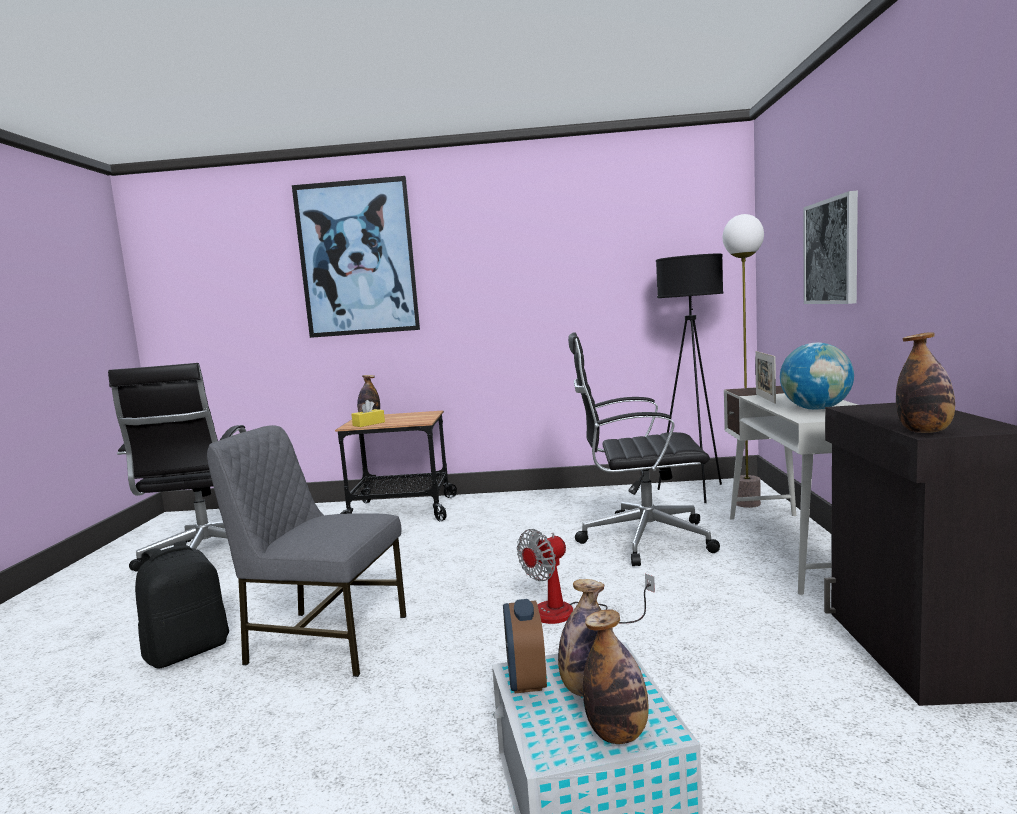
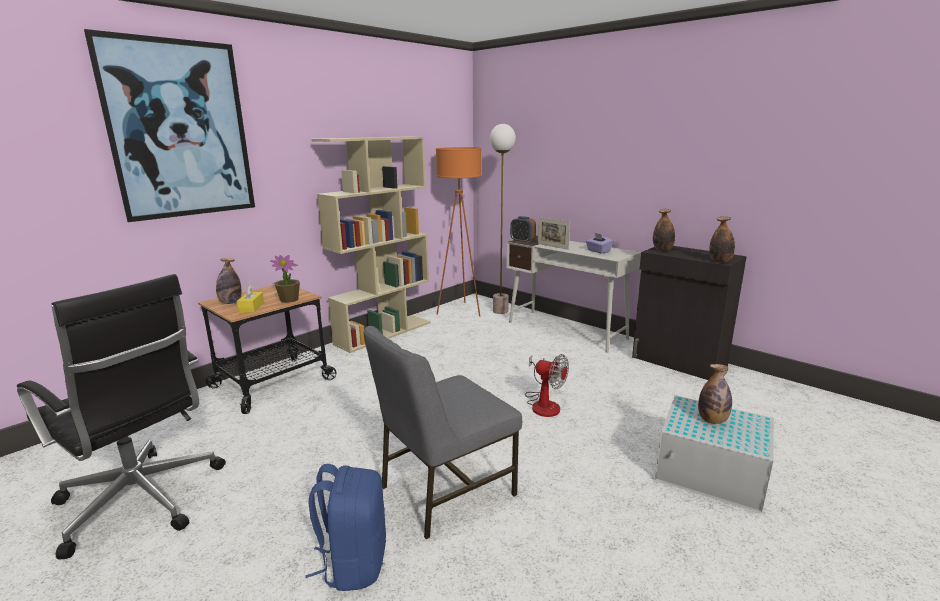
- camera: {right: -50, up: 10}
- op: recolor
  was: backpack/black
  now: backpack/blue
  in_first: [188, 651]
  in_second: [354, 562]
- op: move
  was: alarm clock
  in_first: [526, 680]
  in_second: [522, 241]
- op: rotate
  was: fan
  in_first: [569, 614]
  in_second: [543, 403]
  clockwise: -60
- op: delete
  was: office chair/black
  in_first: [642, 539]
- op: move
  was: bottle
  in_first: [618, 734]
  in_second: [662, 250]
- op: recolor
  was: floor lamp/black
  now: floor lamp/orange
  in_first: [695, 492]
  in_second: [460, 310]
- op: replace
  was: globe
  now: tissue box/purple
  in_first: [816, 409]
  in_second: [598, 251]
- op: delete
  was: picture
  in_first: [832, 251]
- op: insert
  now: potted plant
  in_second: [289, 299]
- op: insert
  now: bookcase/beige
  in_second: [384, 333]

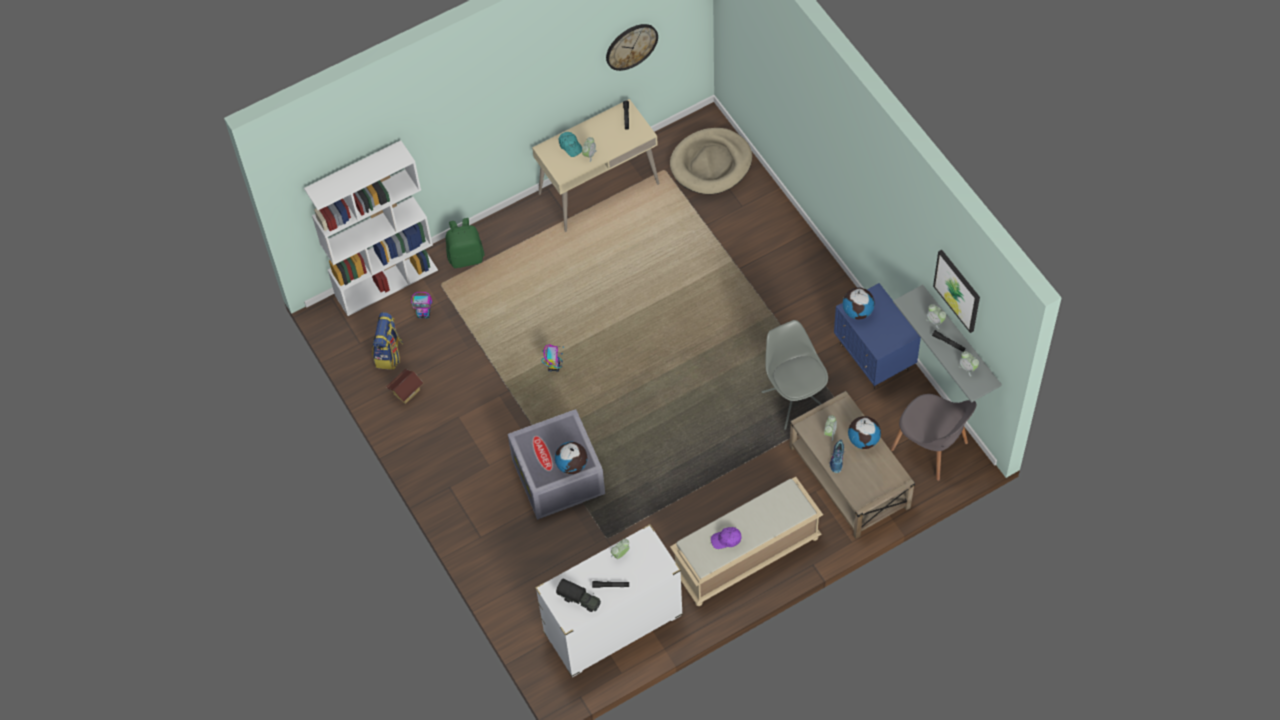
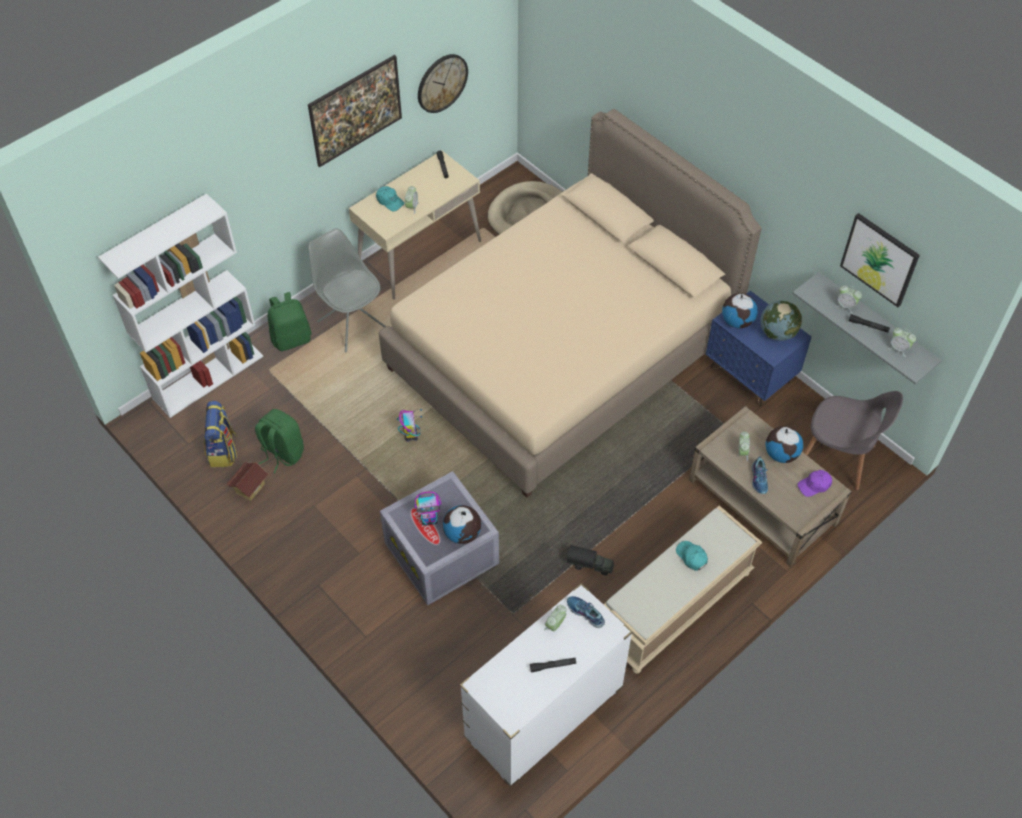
- camera: {right: -15, up: -5}
- op: move
  was: toy robot
  in_first: [424, 314]
  in_second: [429, 519]
- op: move
  was: toy truck
  in_first: [579, 599]
  in_second: [590, 565]
- op: move
  was: cap/purple
  in_first: [726, 540]
  in_second: [814, 485]
- op: move
  was: chair/grey
  in_first: [794, 400]
  in_second: [351, 324]
- op: insert
  now: backpack/green
  in_second: [282, 453]
- op: insert
  now: picture
  in_second: [357, 126]
- op: insert
  now: bed/beige
  in_second: [561, 352]
- op: insert
  now: shoe
  in_second: [585, 613]
- op: insert
  now: cap/turquoise
  in_second: [691, 557]
- op: insert
  now: globe
  in_second: [777, 333]

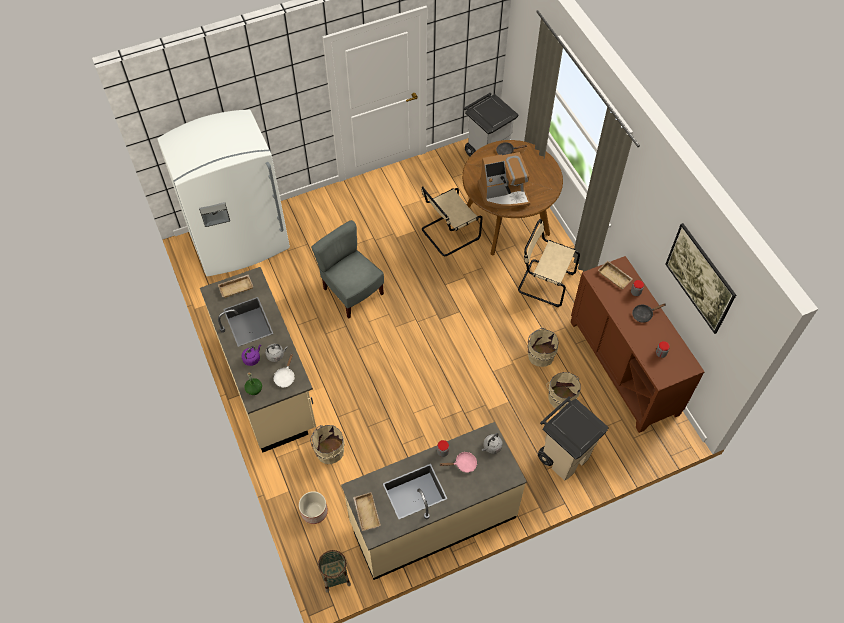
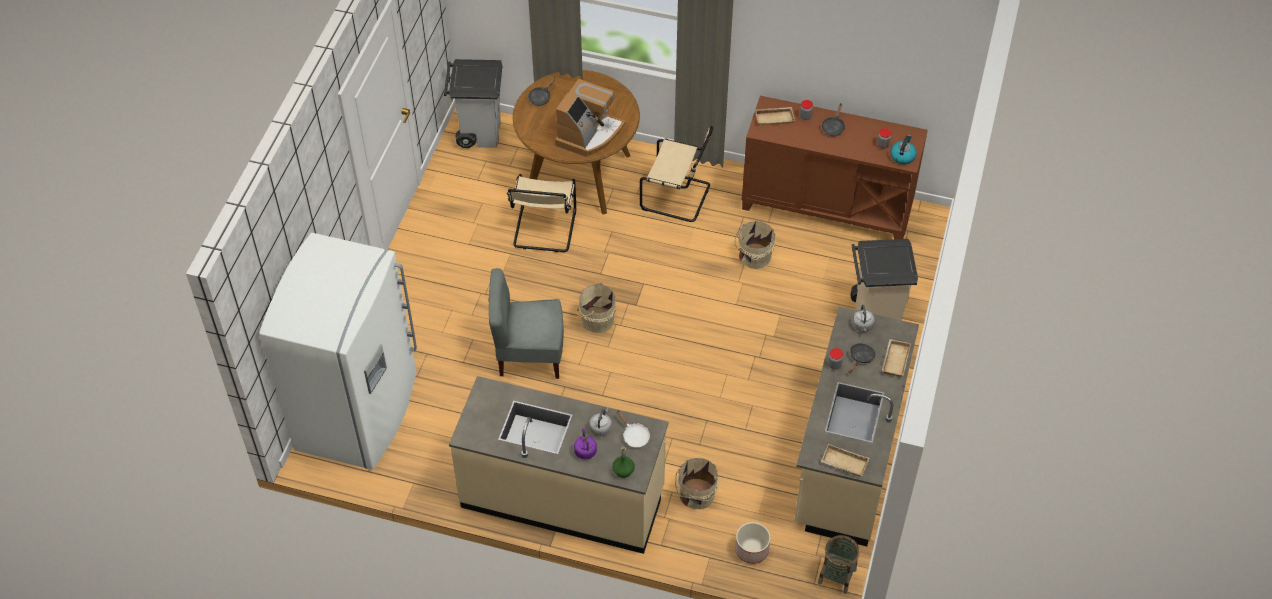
- camera: {right: -50, up: -5}
- op: move
  was: tray/beige
  in_first: [236, 287]
  in_second: [894, 359]
- op: recolor
  was: frying pan/pink
  now: frying pan/black
  in_first: [463, 464]
  in_second: [860, 358]
- op: rotate
  was: chair/beige
  in_first: [543, 282]
  in_second: [678, 197]
  clockwise: -135
- op: move
  was: bucket/beige
  in_first: [561, 397]
  in_second: [596, 319]
- op: delete
  was: picture
  in_first: [695, 288]
- op: insert
  now: kettle
  in_second: [902, 156]

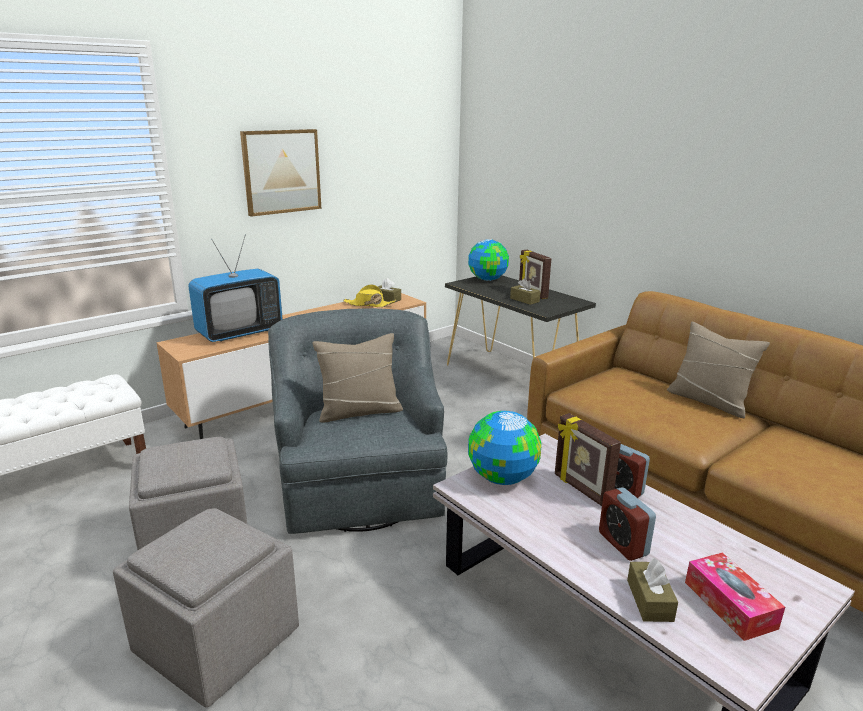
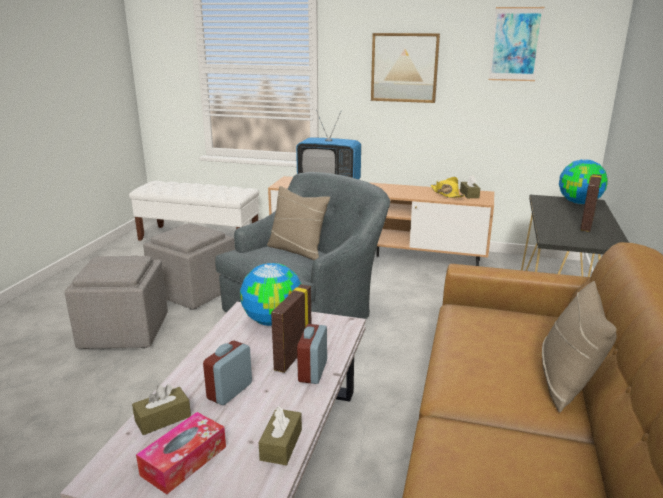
- camera: {right: 55, up: 0}
- op: move
  was: tissue box/brown
  in_first: [524, 300]
  in_second: [281, 445]
- op: insert
  now: picture
  in_second: [515, 44]

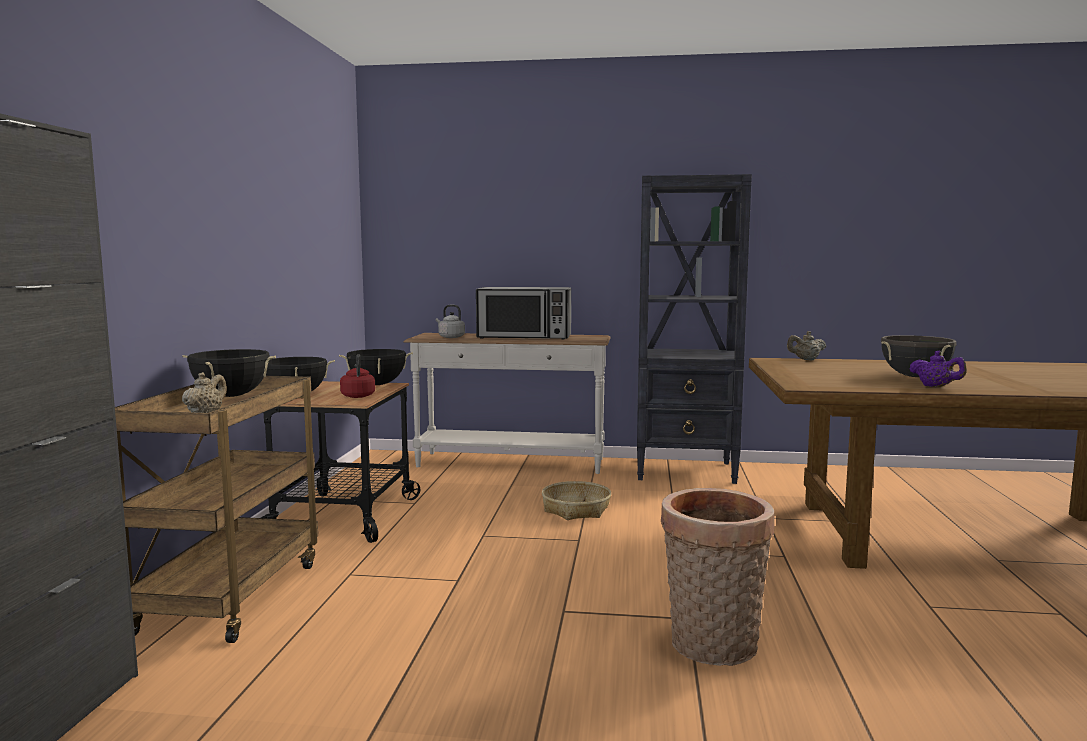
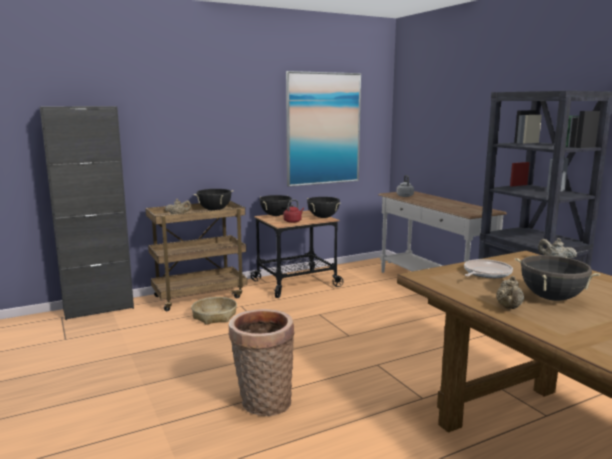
- camera: {right: 55, up: 5}
- op: delete
  was: microwave
  in_first: [524, 337]
- op: move
  was: basket
  in_first: [576, 509]
  in_second: [215, 316]
- op: recolor
  was: teapot/purple
  now: teapot/beige
  in_first: [936, 387]
  in_second: [509, 308]
- op: insert
  now: picture
  in_second: [323, 129]
- op: insert
  now: frying pan
  in_second: [485, 273]

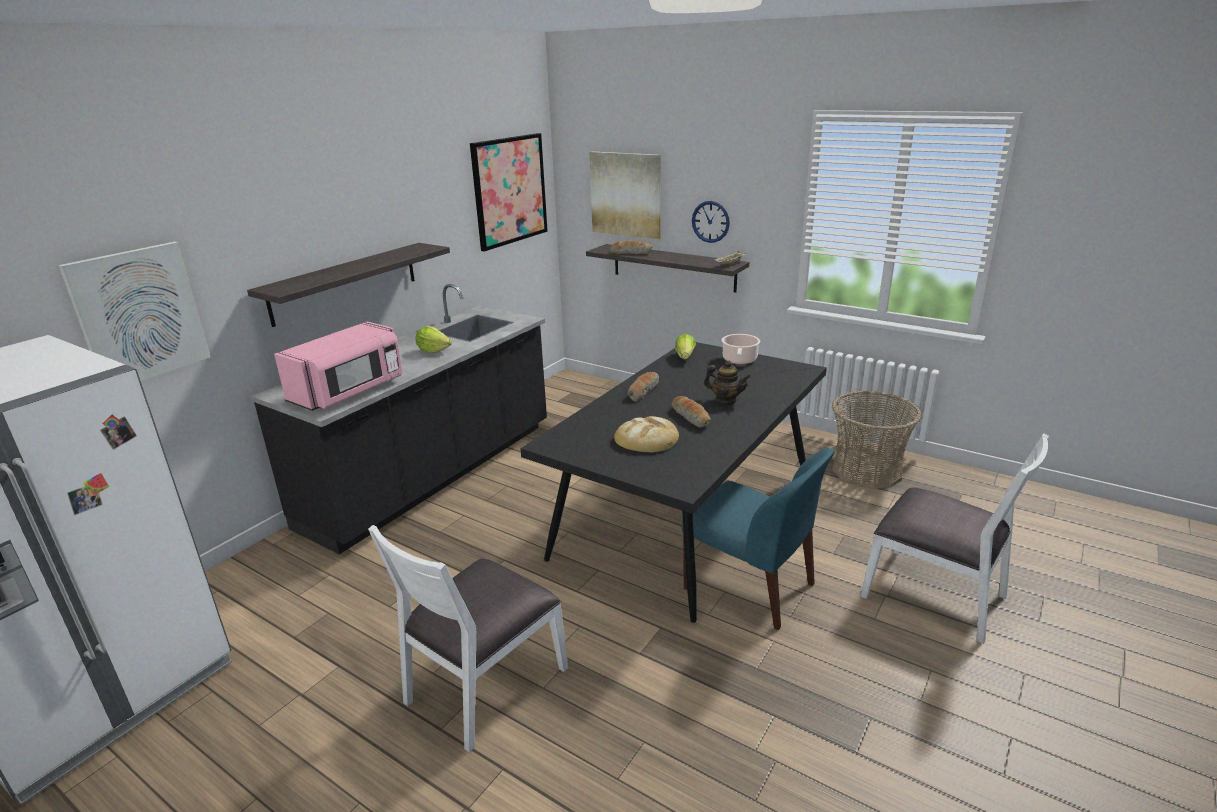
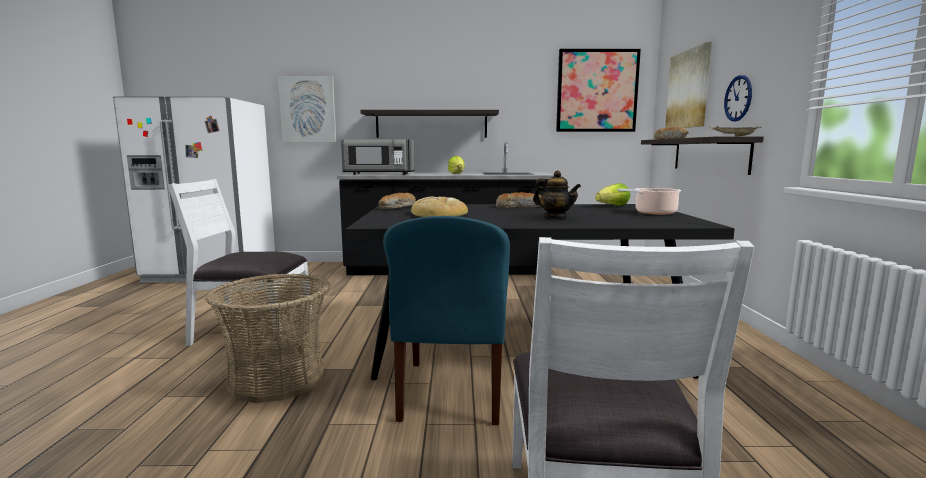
- camera: {right: 55, up: -15}
- op: recolor
  was: microwave/pink
  now: microwave/grey
  in_first: [349, 391]
  in_second: [378, 174]
- op: move
  was: bread
  in_first: [691, 417]
  in_second: [398, 207]
- op: rotate
  was: teapot
  in_first: [726, 400]
  in_second: [555, 217]
  clockwise: -45
- op: move
  was: basket
  in_first: [866, 470]
  in_second: [277, 379]

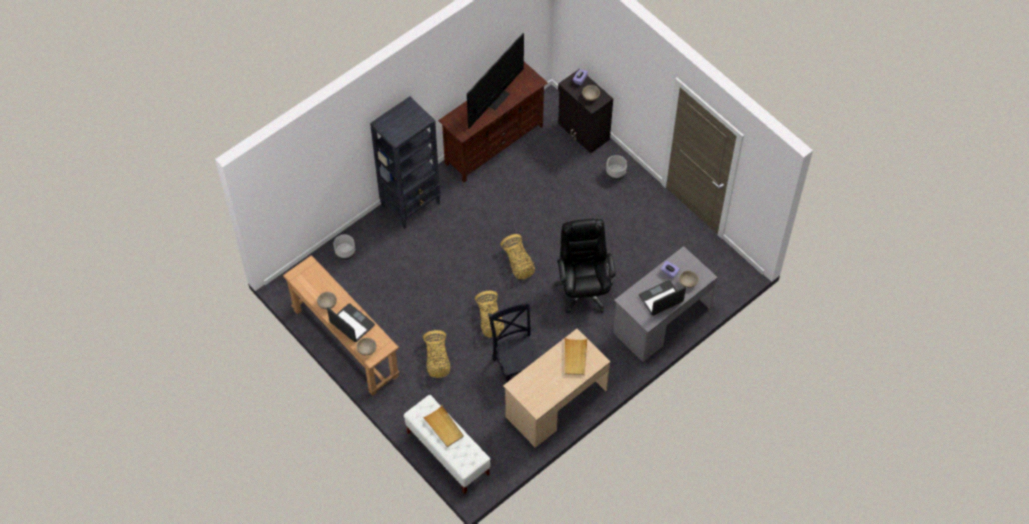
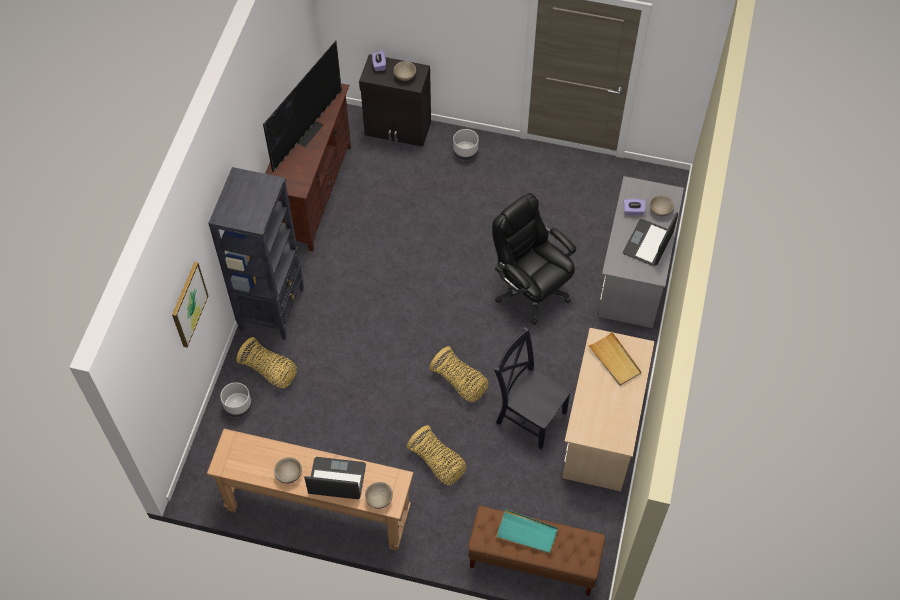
- camera: {right: -35, up: 0}
- op: recolor
  was: bench/white
  now: bench/brown
  in_first: [447, 453]
  in_second: [533, 561]
- op: recolor
  was: tray/beige
  now: tray/turquoise
  in_first: [444, 427]
  in_second: [527, 533]
- op: rotate
  was: television
  in_first: [496, 99]
  in_second: [307, 131]
  clockwise: -150
- op: move
  was: basket
  in_first: [518, 263]
  in_second: [270, 371]
- op: insert
  now: picture
  in_second: [188, 304]

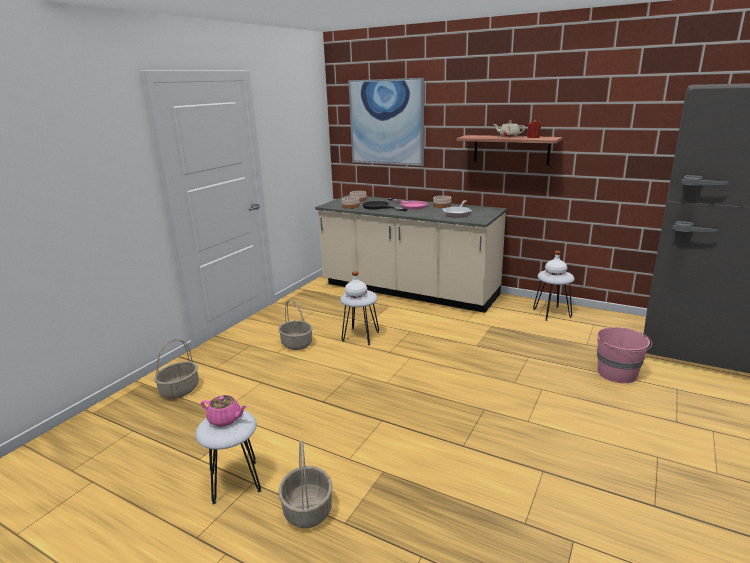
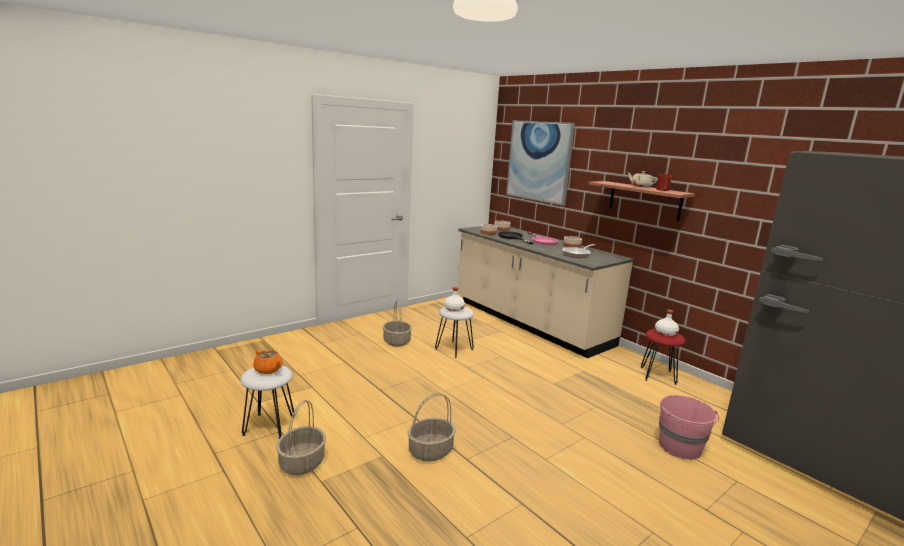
- camera: {right: 20, up: -5}
- op: move
  was: basket
  in_first: [179, 390]
  in_second: [430, 451]
- op: recolor
  was: teapot/pink
  now: teapot/orange
  in_first: [225, 419]
  in_second: [268, 370]
- op: recolor
  was: stool/white
  now: stool/red
  in_first: [551, 313]
  in_second: [657, 375]

